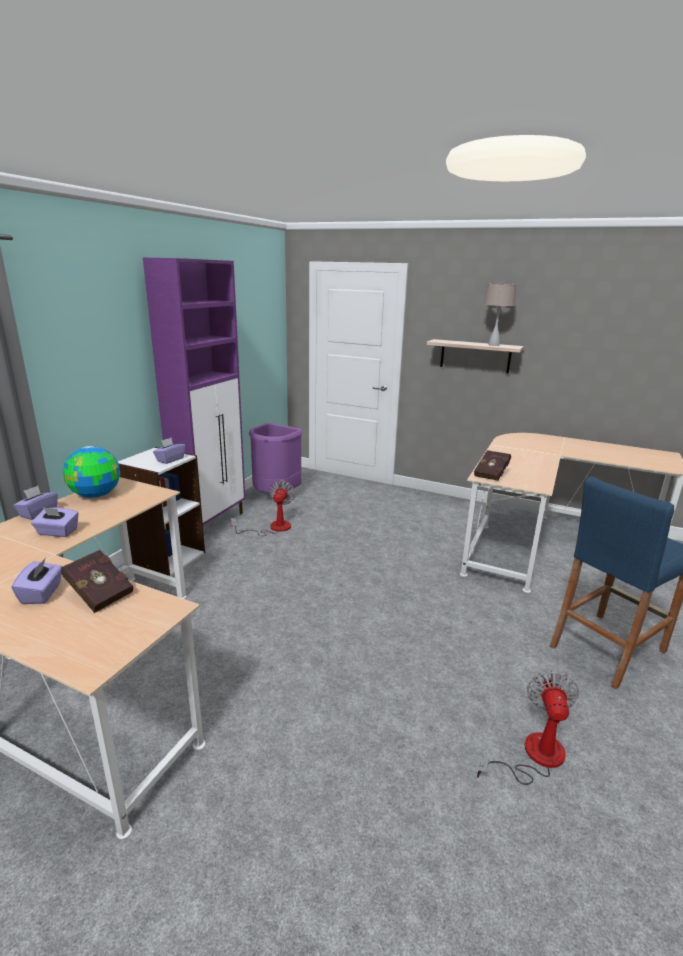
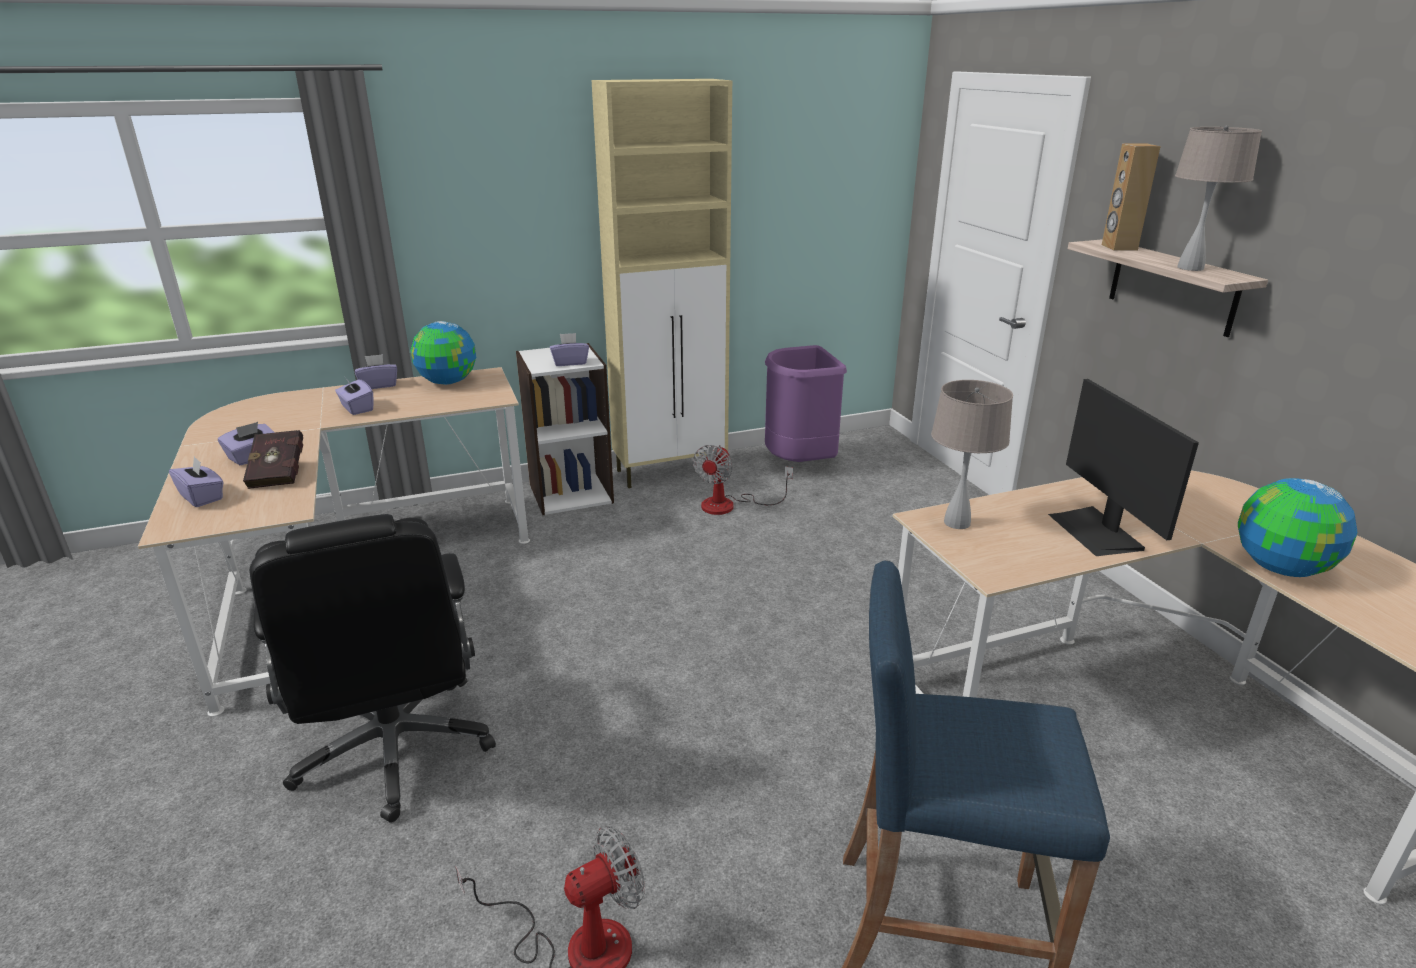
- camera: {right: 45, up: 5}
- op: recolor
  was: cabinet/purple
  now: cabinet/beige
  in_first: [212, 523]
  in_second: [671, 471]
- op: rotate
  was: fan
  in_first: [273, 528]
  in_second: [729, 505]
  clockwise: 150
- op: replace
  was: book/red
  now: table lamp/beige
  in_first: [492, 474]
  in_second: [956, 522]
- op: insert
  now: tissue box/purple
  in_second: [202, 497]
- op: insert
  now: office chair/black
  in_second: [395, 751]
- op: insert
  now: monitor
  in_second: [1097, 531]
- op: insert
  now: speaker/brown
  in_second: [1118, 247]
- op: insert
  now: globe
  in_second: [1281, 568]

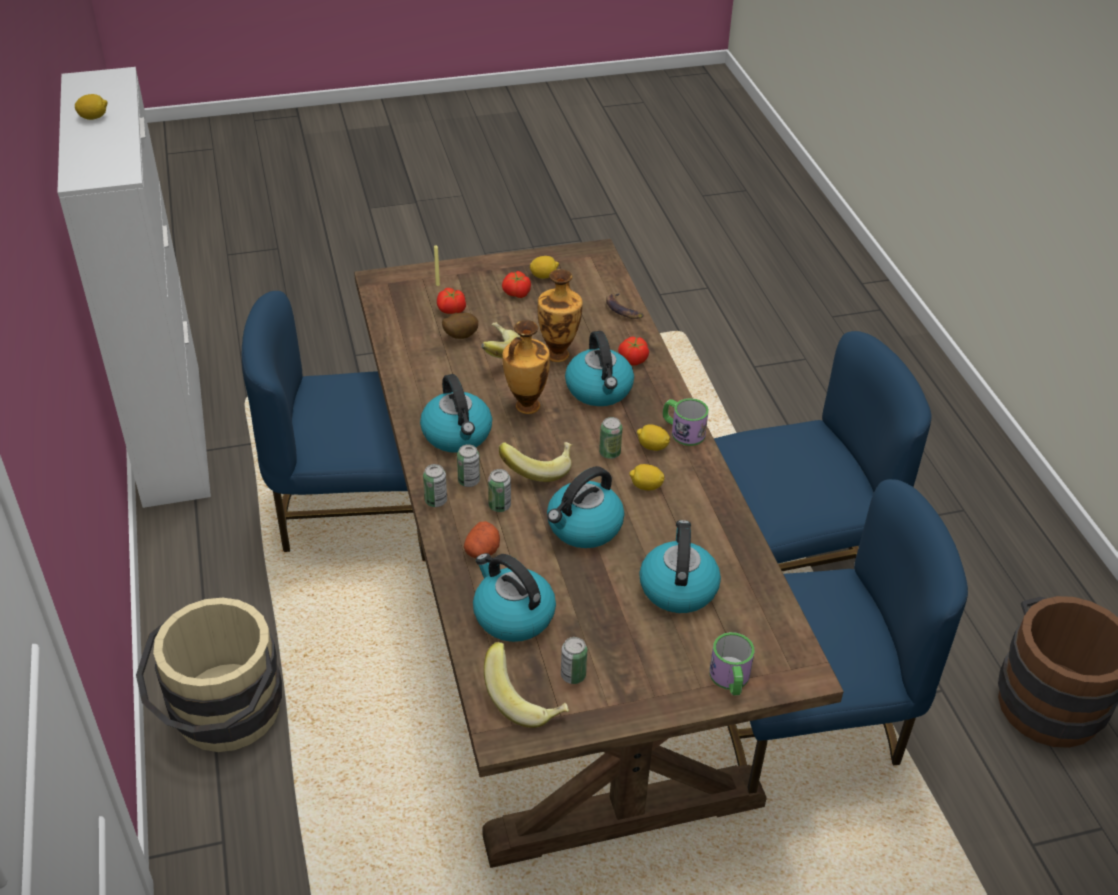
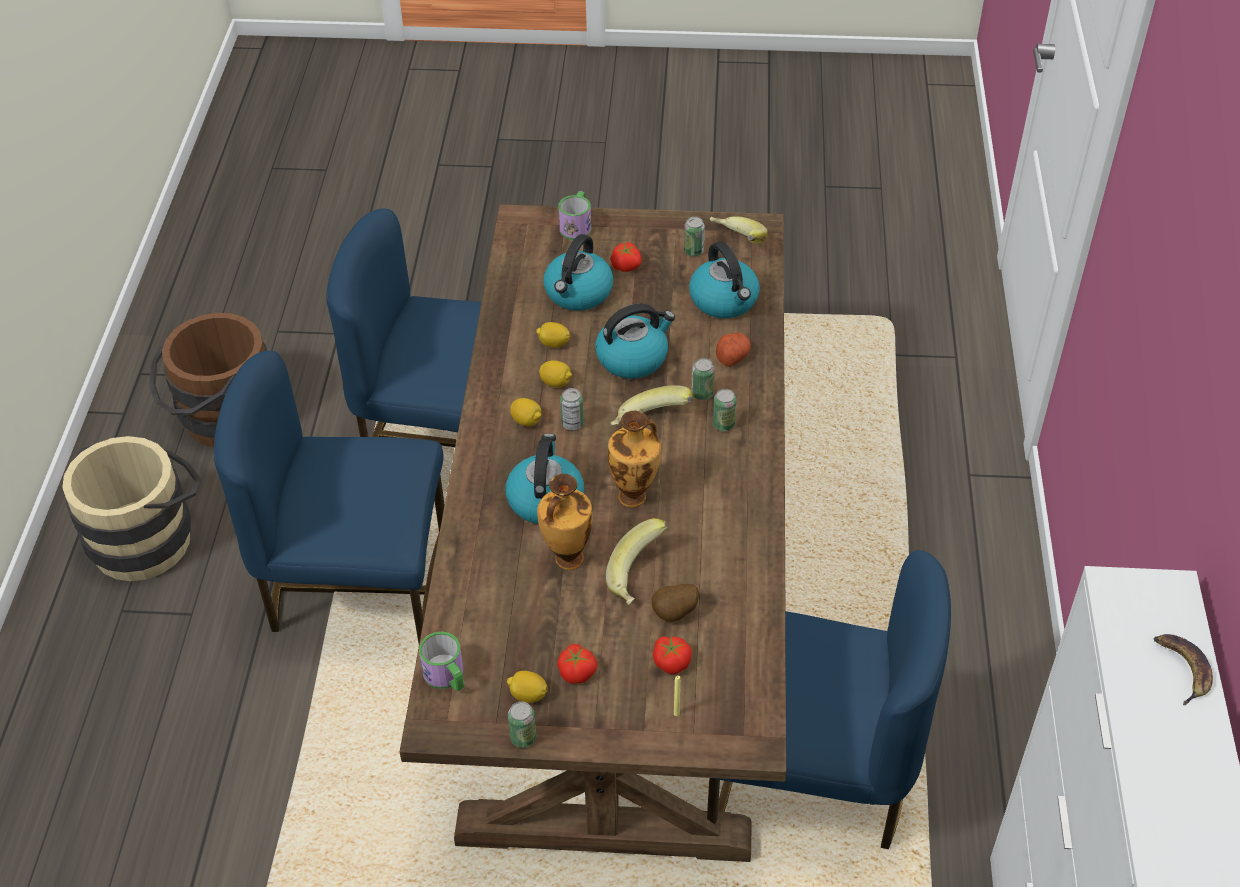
- camera: {right: -160, up: 5}
- op: move
  was: lemon
  in_first: [94, 117]
  in_second: [554, 344]
- op: move
  was: bucket/beige
  in_first: [223, 718]
  in_second: [149, 535]
- op: delete
  was: kettle
  in_first: [457, 435]
- op: move
  was: can
  in_first: [436, 501]
  in_second: [523, 738]
- op: move
  was: banana
  in_first: [623, 309]
  in_second: [1182, 669]
- op: move
  was: tomato
  in_first: [633, 359]
  in_second: [626, 265]
- op: move
  was: mug
  in_first: [682, 431]
  in_second: [447, 677]

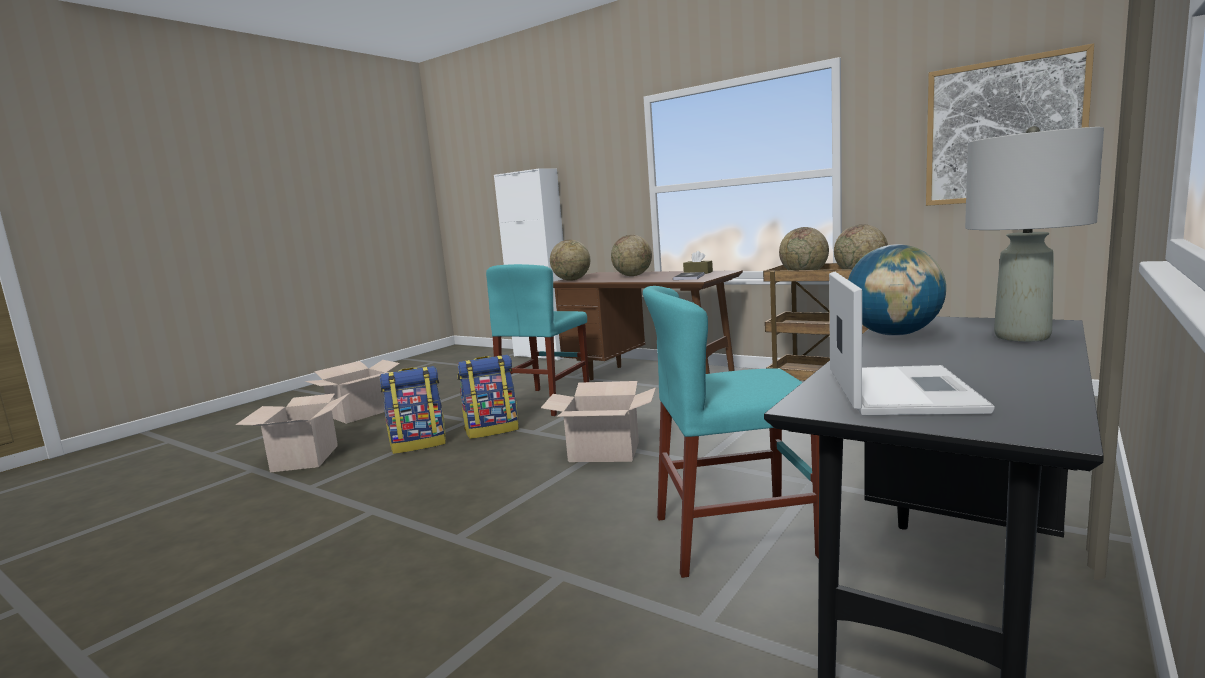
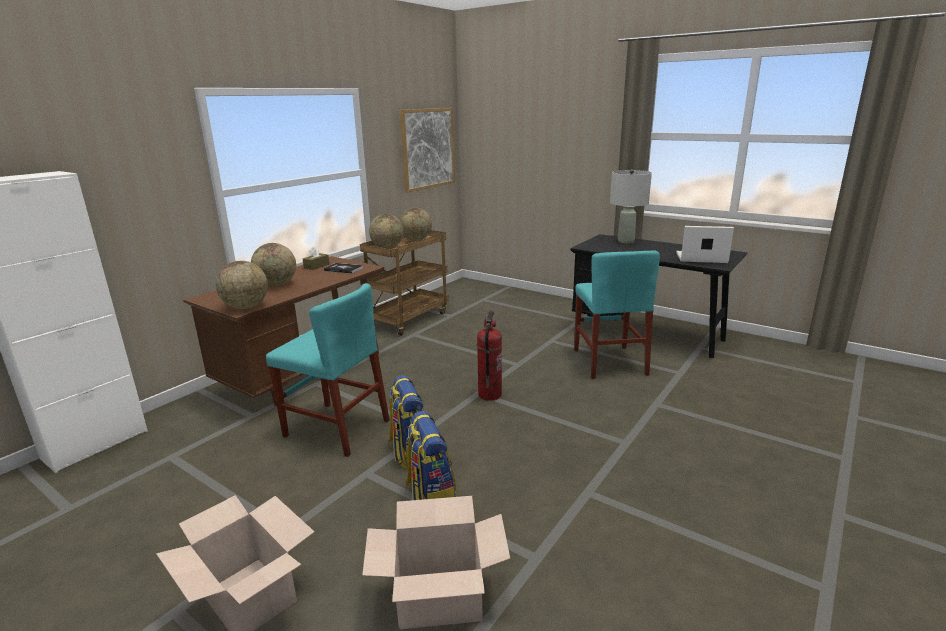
- camera: {right: -90, up: 10}
- op: replace
  was: cardboard box
  now: fire extinguisher
  in_first: [604, 451]
  in_second: [489, 395]
- op: delete
  was: globe
  in_first: [894, 334]

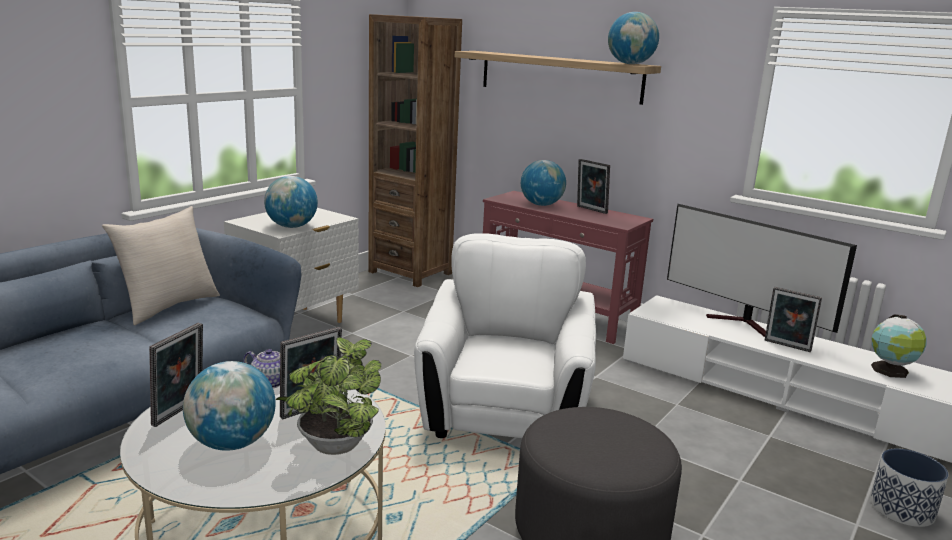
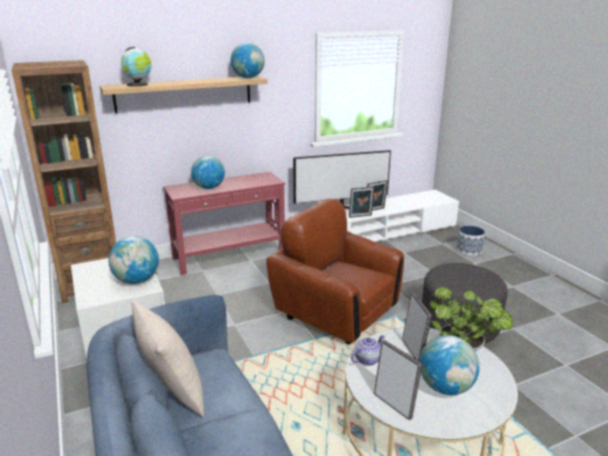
- camera: {right: -60, up: 5}
- op: recolor
  was: armchair/white
  now: armchair/brown
  in_first: [504, 412]
  in_second: [336, 313]
- op: move
  was: picture frame
  in_first: [590, 210]
  in_second: [360, 216]
- op: move
  was: globe
  in_first: [891, 371]
  in_second: [138, 85]

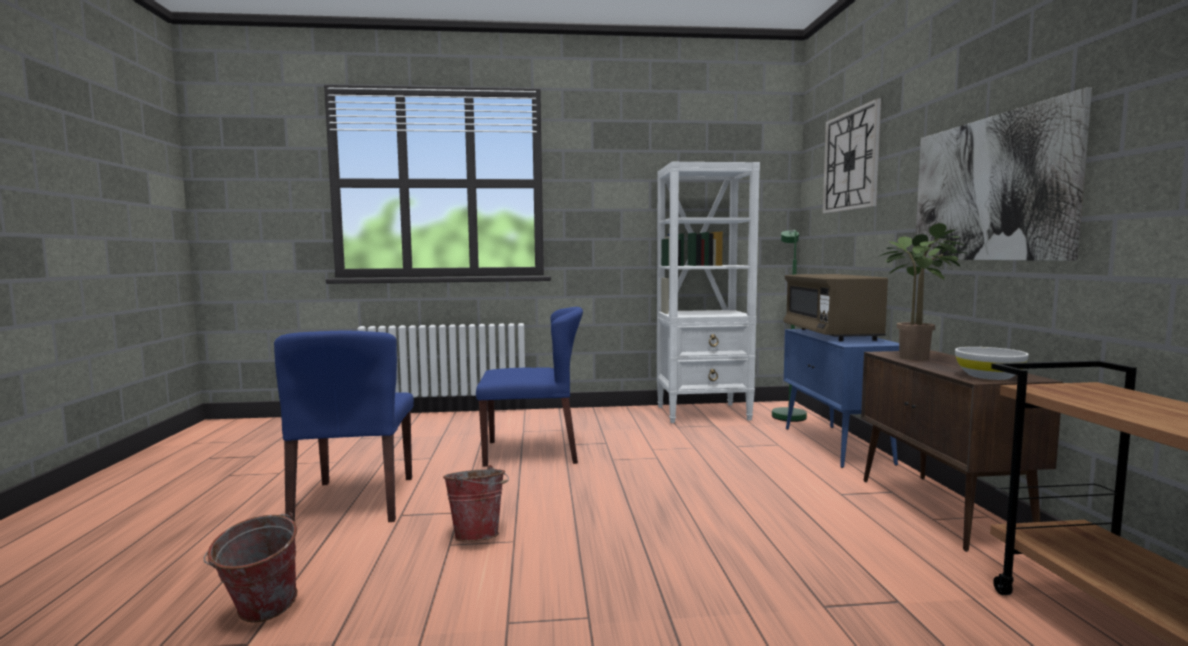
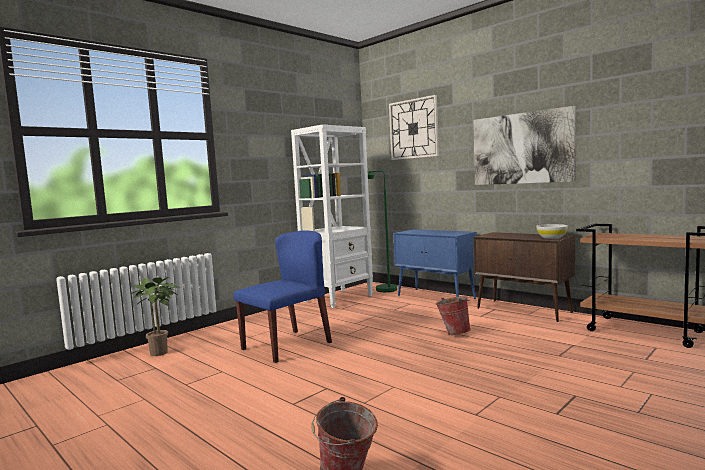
- camera: {right: -40, up: 0}
- op: delete
  was: chair/blue
  in_first: [355, 501]
- op: move
  was: bucket
  in_first: [478, 535]
  in_second: [454, 333]
- op: delete
  was: microwave/brown
  in_first: [830, 334]
- op: move
  was: potted plant
  in_first: [919, 358]
  in_second: [162, 353]

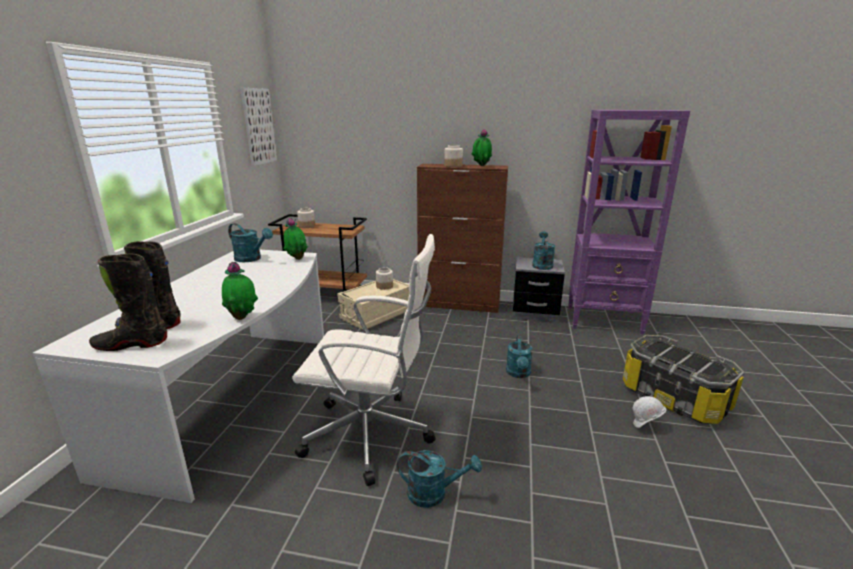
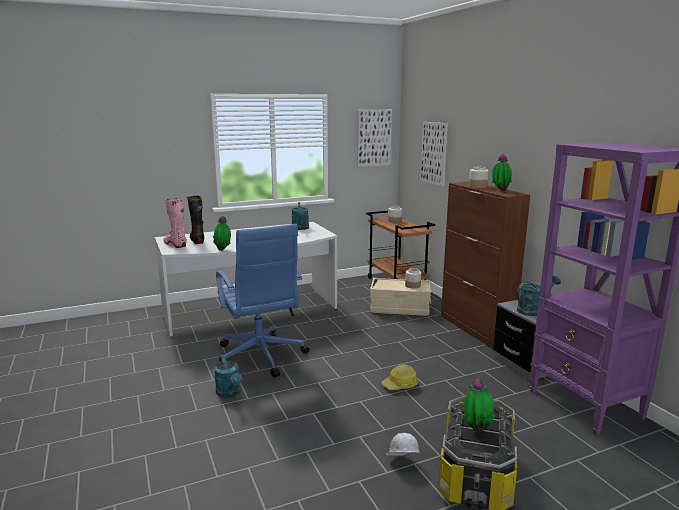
- camera: {right: 55, up: -5}
- op: recolor
  was: boot/black
  now: boot/pink
  in_first: [131, 344]
  in_second: [175, 245]
- op: move
  was: potted plant
  in_first: [297, 259]
  in_second: [477, 429]
- op: recolor
  was: office chair/white
  now: office chair/blue
  in_first: [371, 435]
  in_second: [260, 357]
- op: replace
  was: watering can/turquoise
  now: hard hat
  in_first: [518, 374]
  in_second: [400, 385]
- op: insert
  now: picture
  in_second: [434, 153]

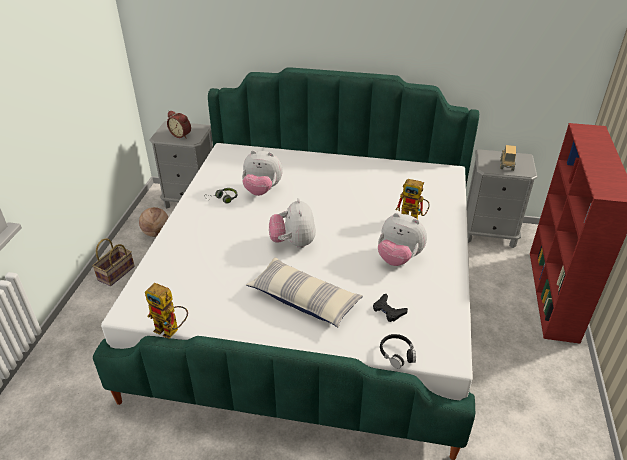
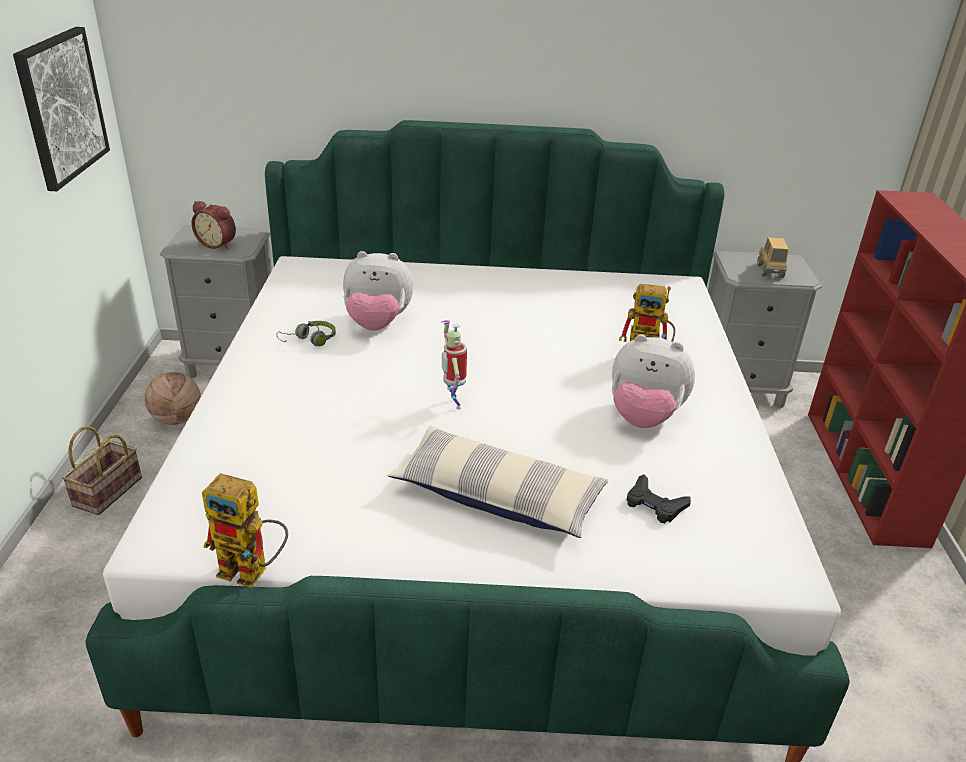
- camera: {right: -10, up: -5}
- op: replace
  was: plush toy
  now: toy robot
  in_first: [293, 243]
  in_second: [453, 403]
- op: delete
  was: headphones/black
  in_first: [397, 354]
- op: insert
  now: picture
  in_second: [61, 107]

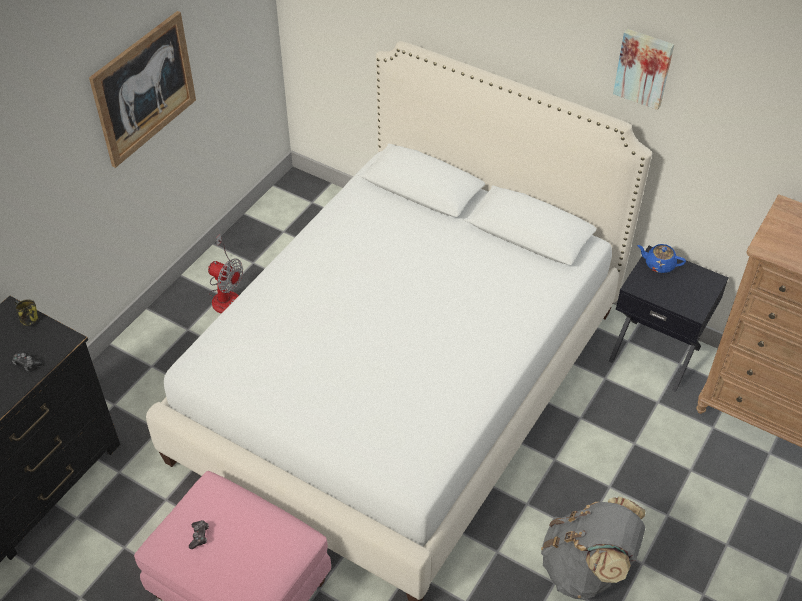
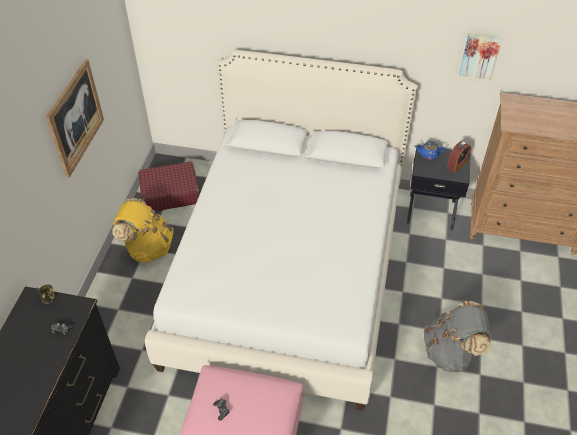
- camera: {right: -20, up: 0}
- op: replace
  was: fan
  now: backpack/yellow
  in_first: [226, 294]
  in_second: [148, 247]
- op: move
  was: picture
  in_first: [644, 68]
  in_second: [480, 55]
- op: insert
  now: suitcase/red
  in_second: [170, 193]
- op: insert
  now: alarm clock
  in_second: [457, 165]

